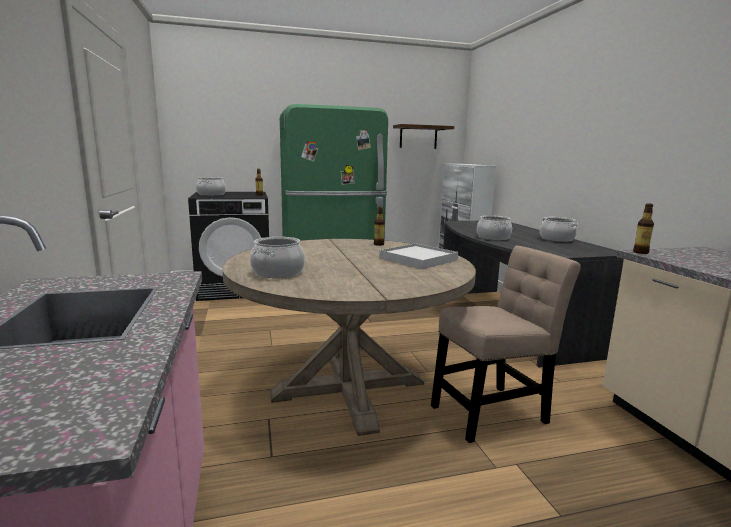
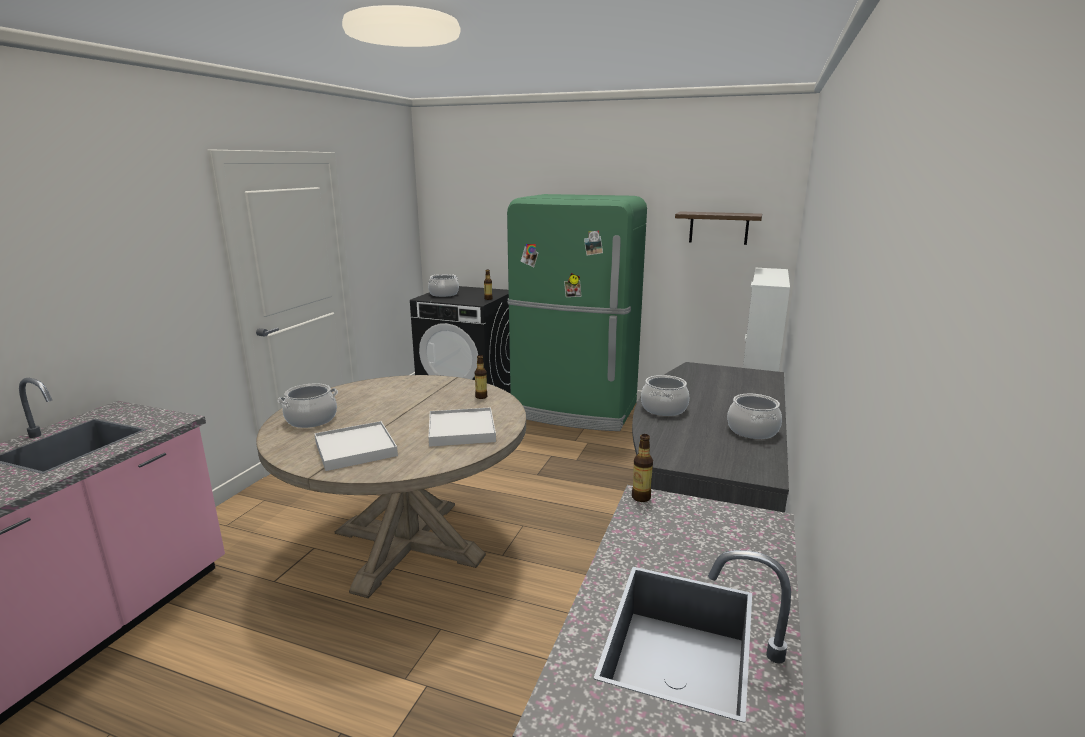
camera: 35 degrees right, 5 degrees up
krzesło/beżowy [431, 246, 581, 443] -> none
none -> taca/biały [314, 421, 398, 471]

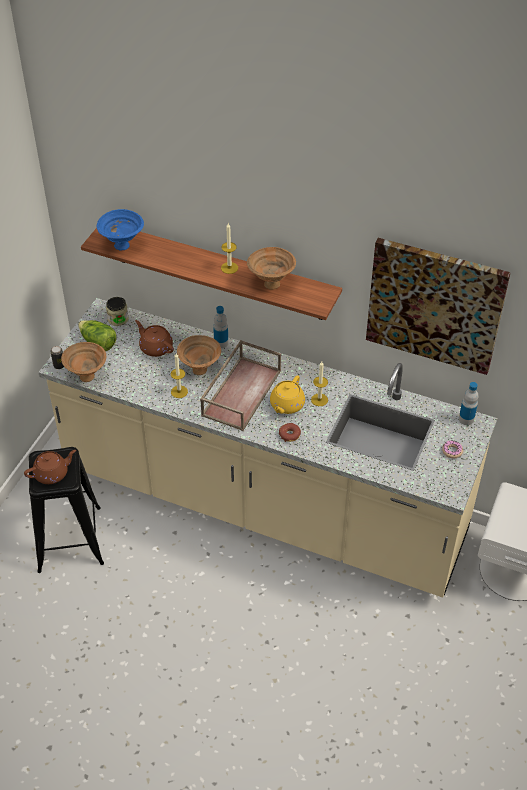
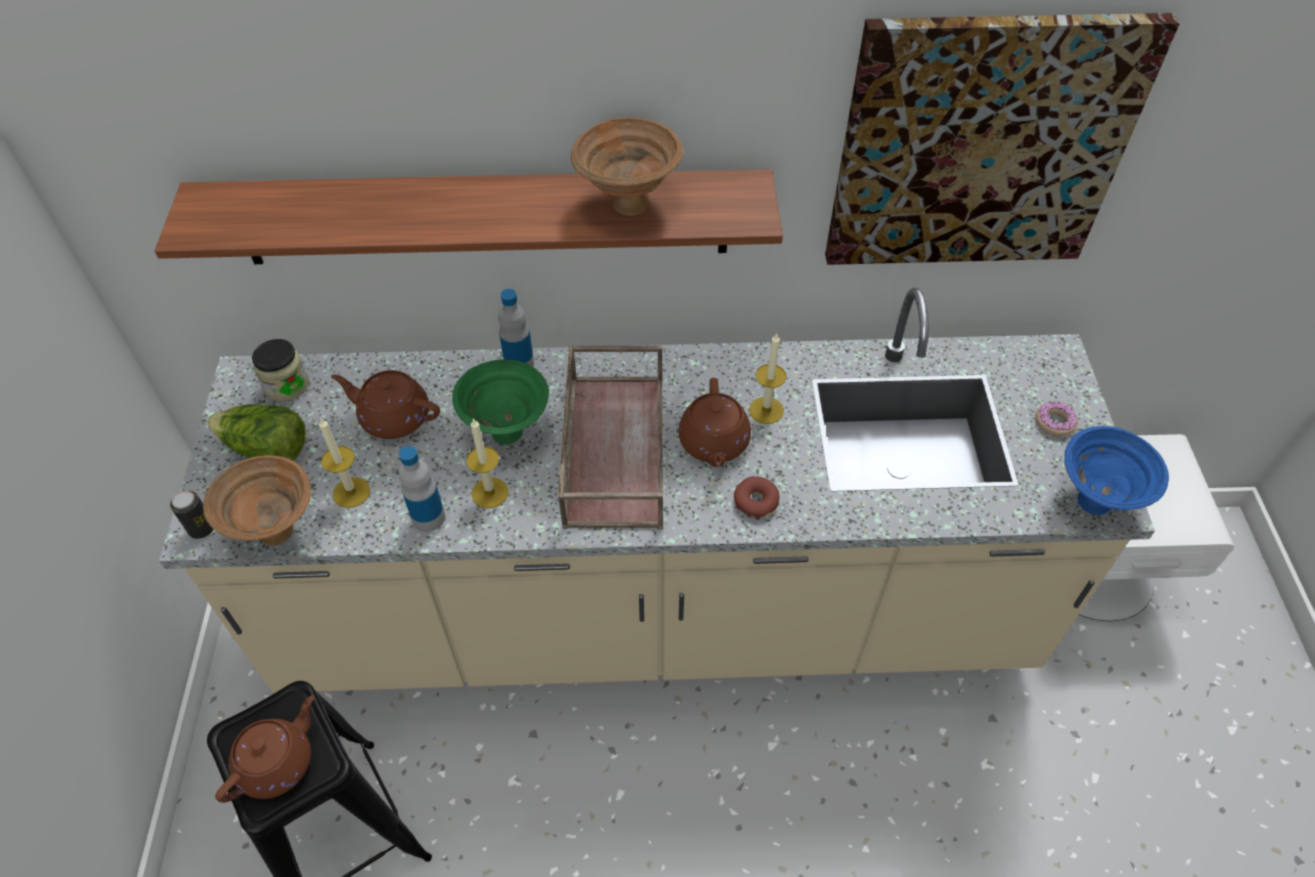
camera: 25 degrees left, 5 degrees up
miska/niebieski [97, 209, 144, 250] -> miska/niebieski [1064, 426, 1169, 515], shifted
świeca [221, 223, 238, 274] -> świeca [319, 419, 370, 508], shifted
miska/brązowy [177, 335, 221, 375] -> miska/zielony [452, 359, 549, 445]
imbryk/żółty [270, 375, 305, 414] -> imbryk/brązowy [678, 378, 751, 467]
butelka [459, 382, 478, 425] -> butelka [399, 446, 445, 532], shifted

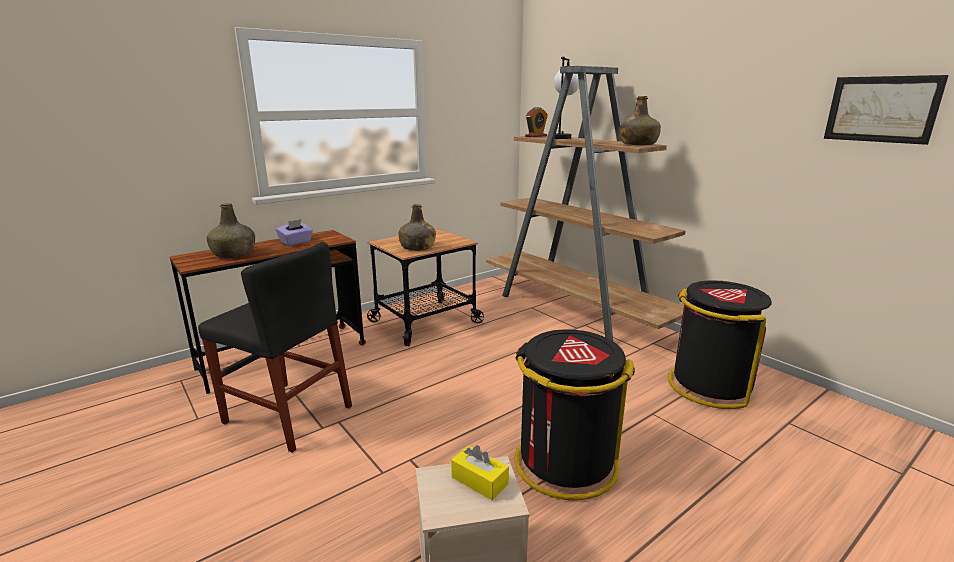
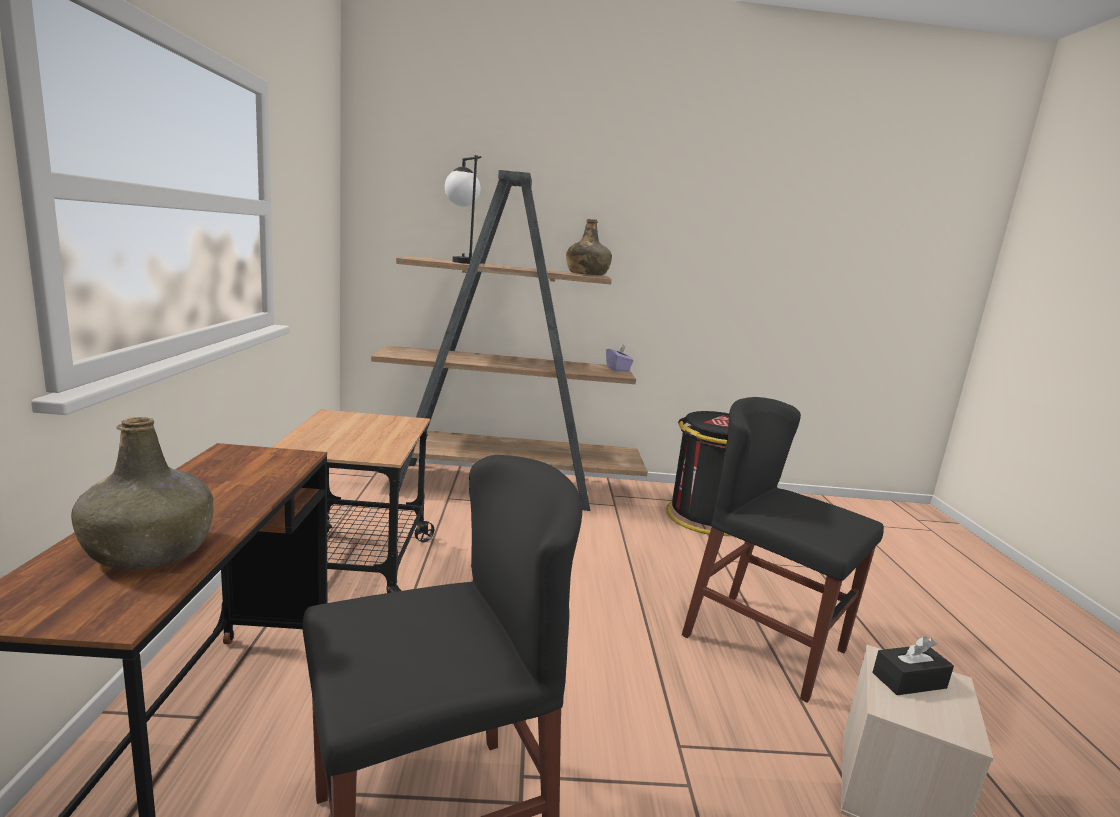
camera: 55 degrees left, 5 degrees down
obraz [824, 75, 949, 145] -> none
budzik [525, 107, 548, 137] -> none
butelka/zielony [399, 204, 436, 251] -> none
pudełko chusteczek/fioletowy [276, 219, 313, 246] -> pudełko chusteczek/fioletowy [606, 344, 634, 372], shifted
kosz na śmieci/czarny [514, 330, 635, 501] -> krzesło/czarny [682, 397, 884, 703]
pudełko chusteczek/żółty [451, 445, 509, 501] -> pudełko chusteczek/czarny [872, 636, 954, 695]

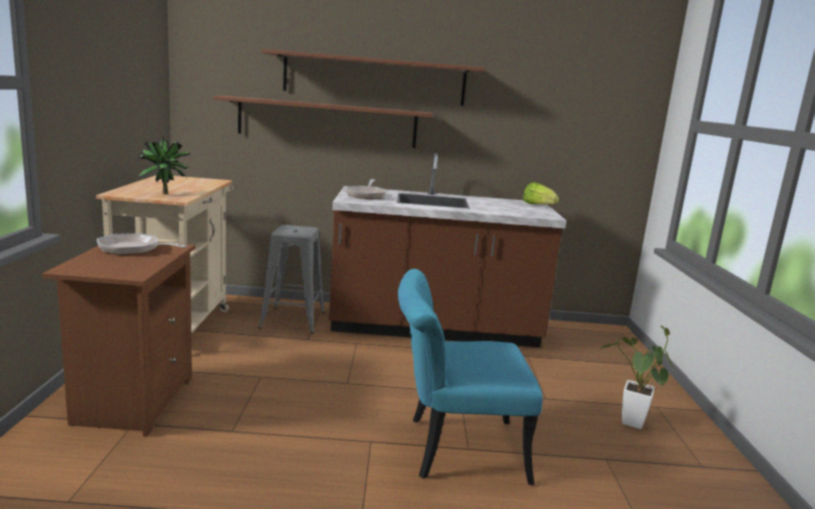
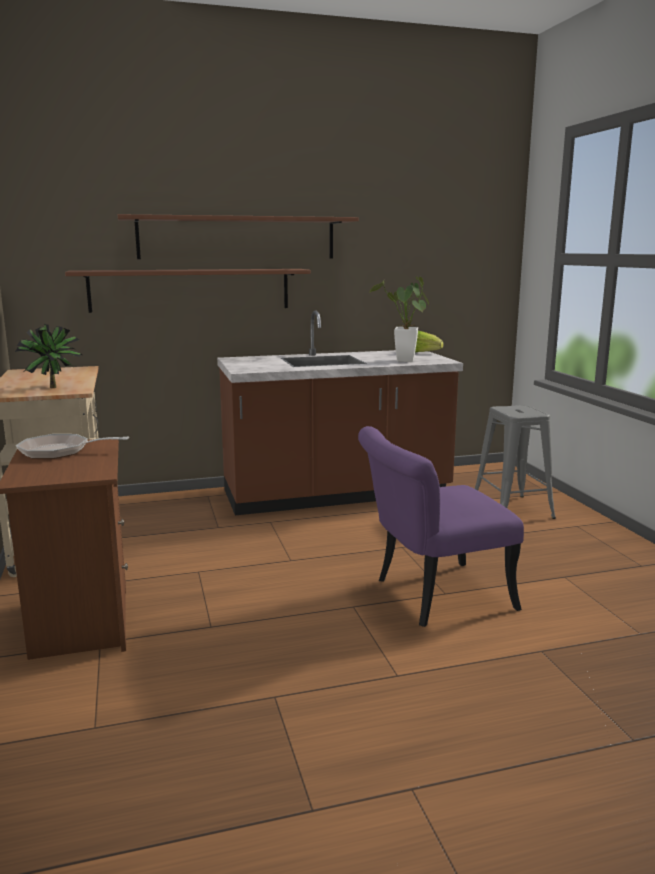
camera: 15 degrees left, 0 degrees up
patelnia [345, 179, 387, 199] -> none
stołek/szary [258, 225, 325, 334] -> stołek/szary [475, 405, 556, 519], shifted
krzesło/turkusowy [398, 269, 543, 485] -> krzesło/fioletowy [358, 426, 524, 627]
roślina doniczkowa [599, 326, 673, 429] -> roślina doniczkowa [369, 276, 429, 362], shifted

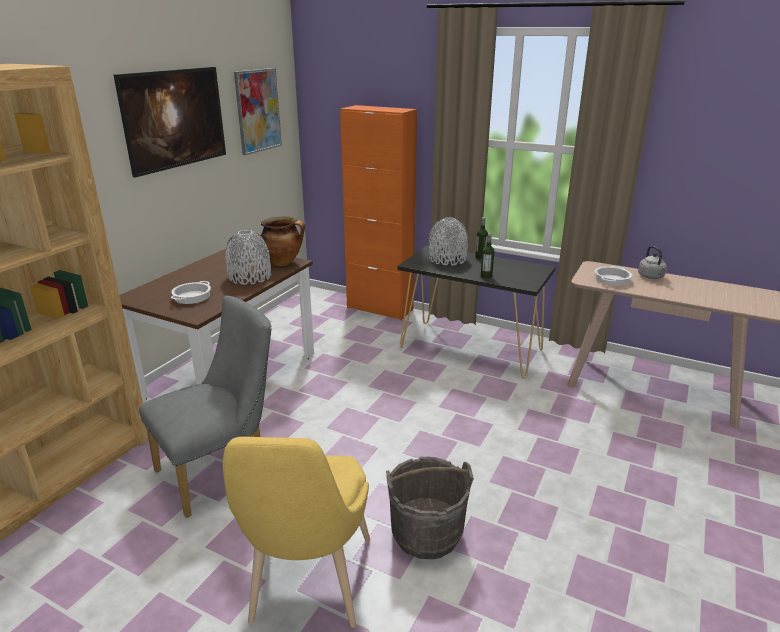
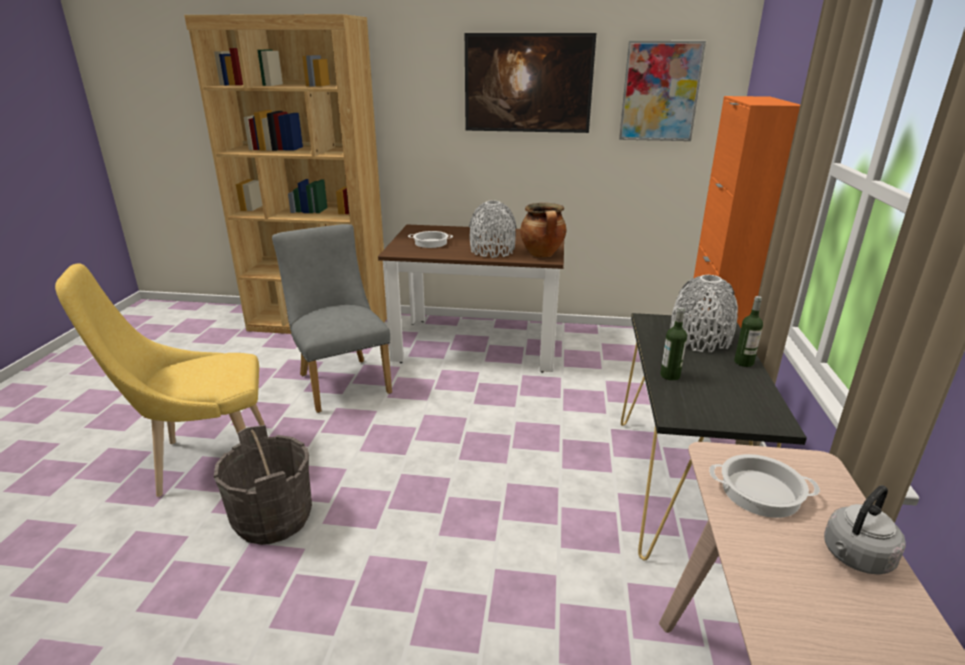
camera: 70 degrees right, 0 degrees up
krzesło/szary [139, 296, 271, 518] -> krzesło/szary [272, 224, 392, 413], 150 degrees counterclockwise

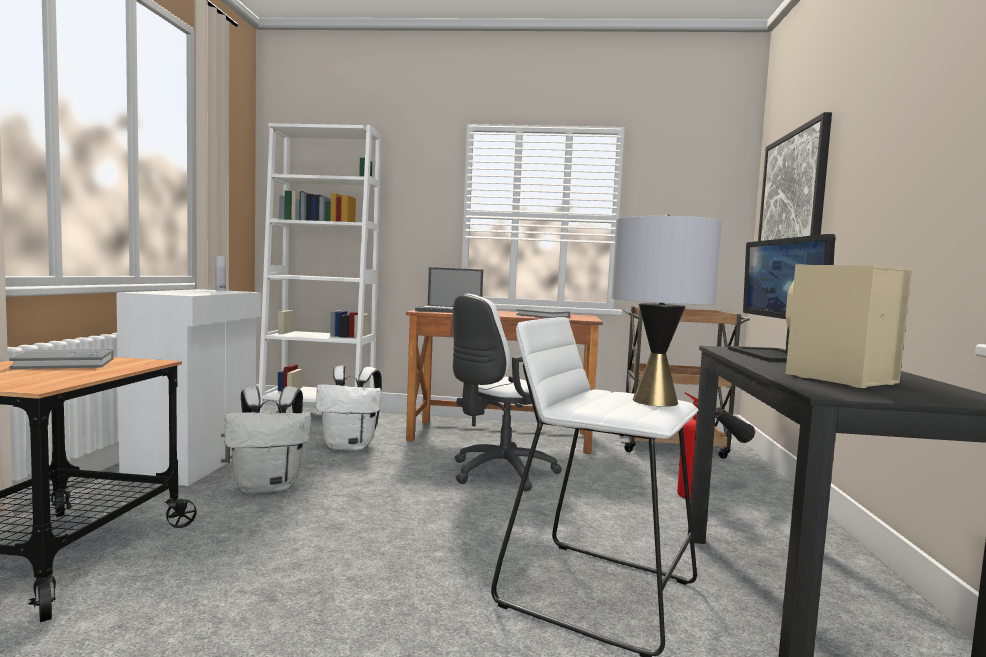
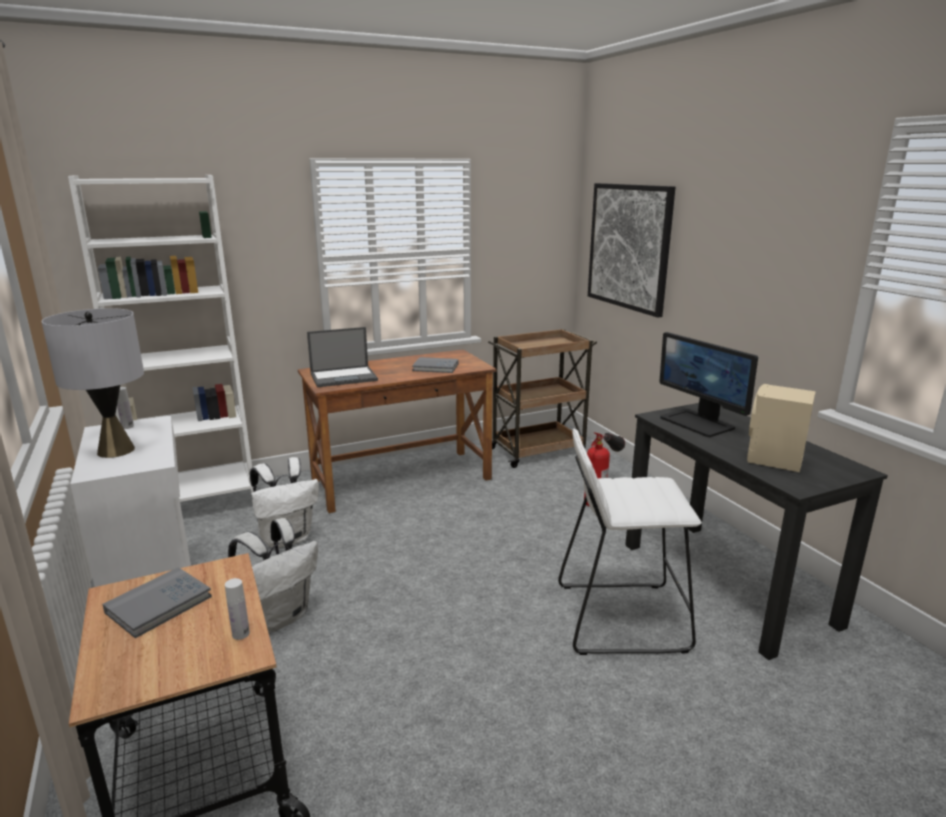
camera: 30 degrees left, 15 degrees up
lampa stołowa/szary [611, 215, 722, 407] -> lampa stołowa/szary [42, 308, 144, 458], shifted
krzesło biurowe/biały [453, 294, 562, 491] -> none
none -> butelka/biały [225, 578, 250, 640]

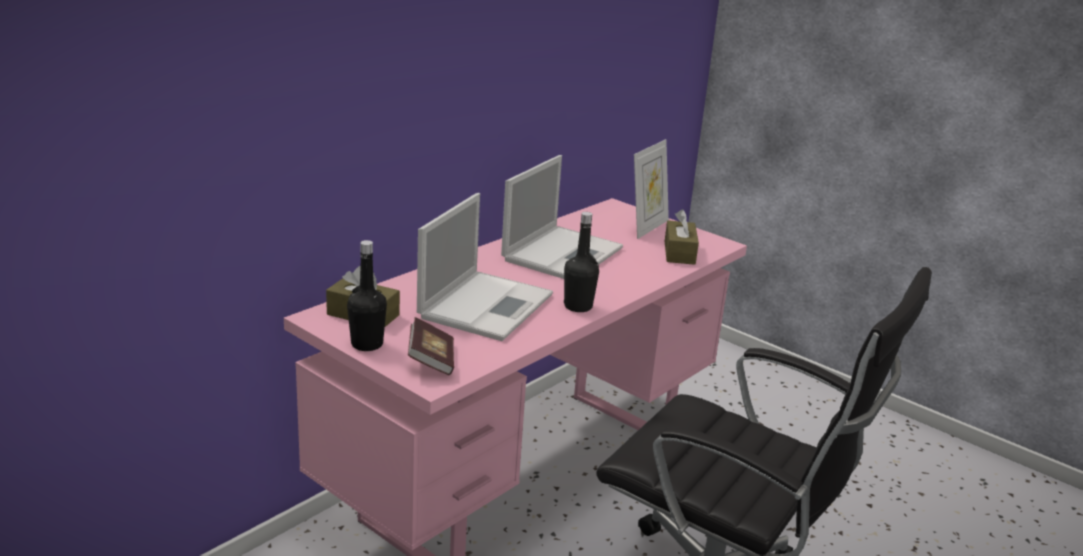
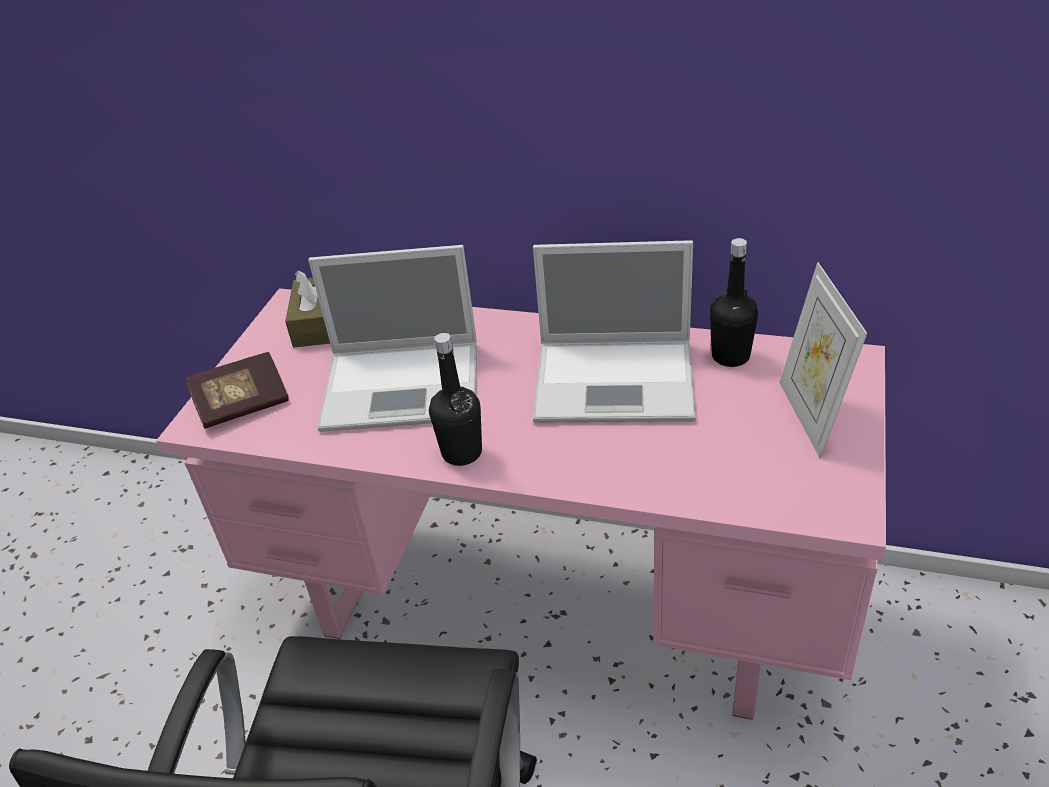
camera: 70 degrees right, 15 degrees up
ramka na zdjęcie [634, 139, 669, 239] -> ramka na zdjęcie [779, 263, 867, 458], 75 degrees clockwise
pudełko chusteczek/brązowy [665, 209, 699, 265] -> none
butelka/czarny [347, 240, 387, 351] -> butelka/czarny [710, 238, 758, 367], shifted

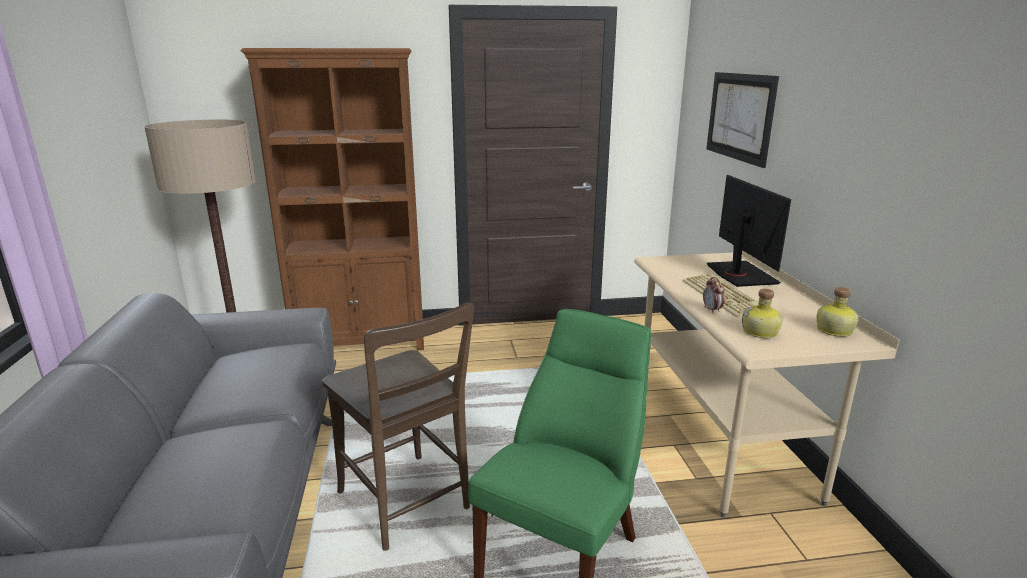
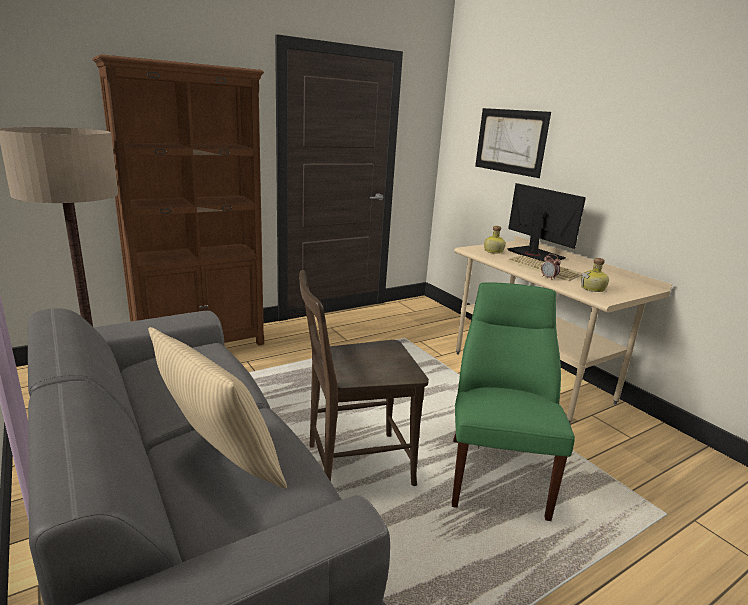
camera: 25 degrees left, 0 degrees up
butelka [817, 287, 858, 337] -> butelka [484, 226, 506, 254], shifted
krzesło/brązowy [322, 302, 474, 551] -> krzesło/brązowy [299, 270, 429, 486], 135 degrees clockwise
none -> poduszka/beżowy [148, 327, 287, 489]

